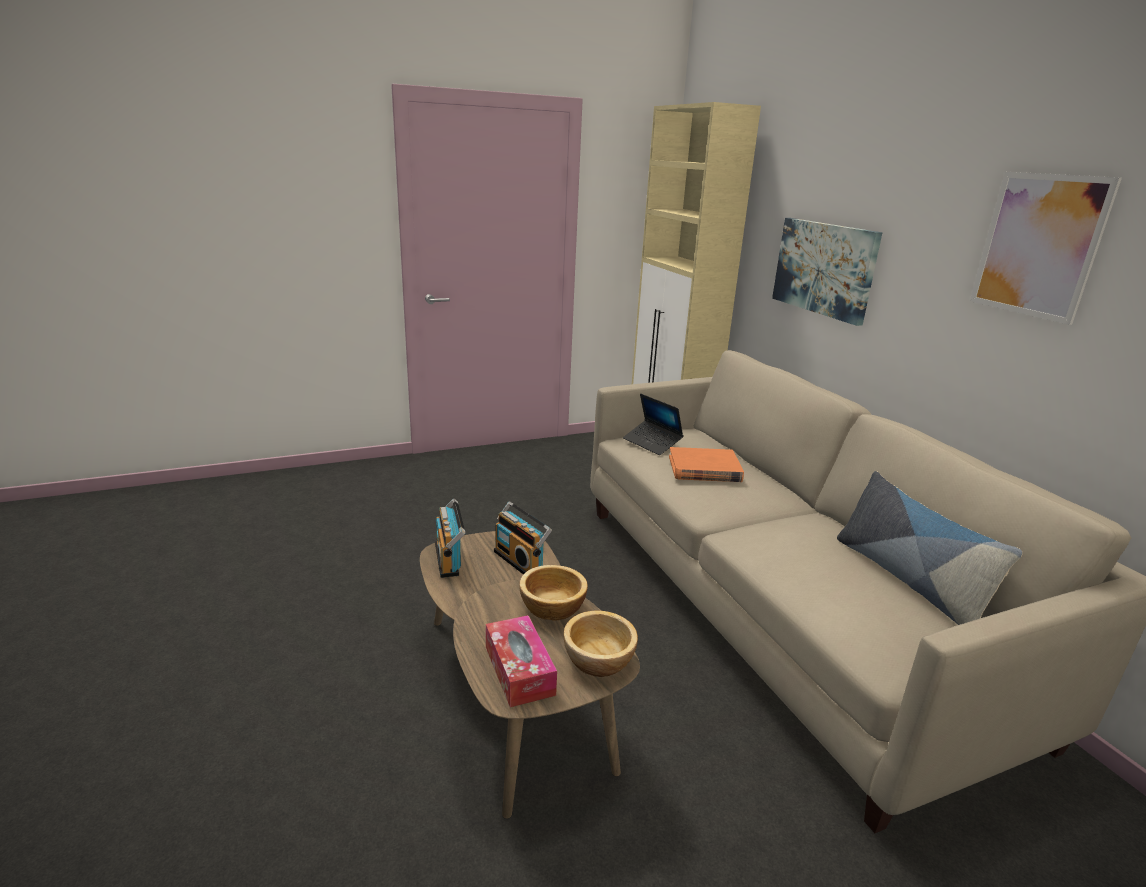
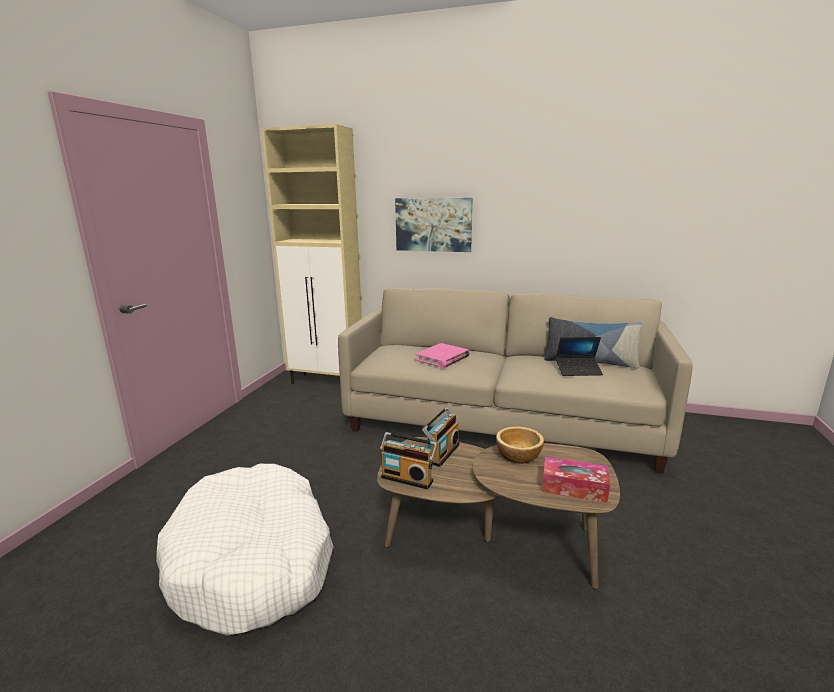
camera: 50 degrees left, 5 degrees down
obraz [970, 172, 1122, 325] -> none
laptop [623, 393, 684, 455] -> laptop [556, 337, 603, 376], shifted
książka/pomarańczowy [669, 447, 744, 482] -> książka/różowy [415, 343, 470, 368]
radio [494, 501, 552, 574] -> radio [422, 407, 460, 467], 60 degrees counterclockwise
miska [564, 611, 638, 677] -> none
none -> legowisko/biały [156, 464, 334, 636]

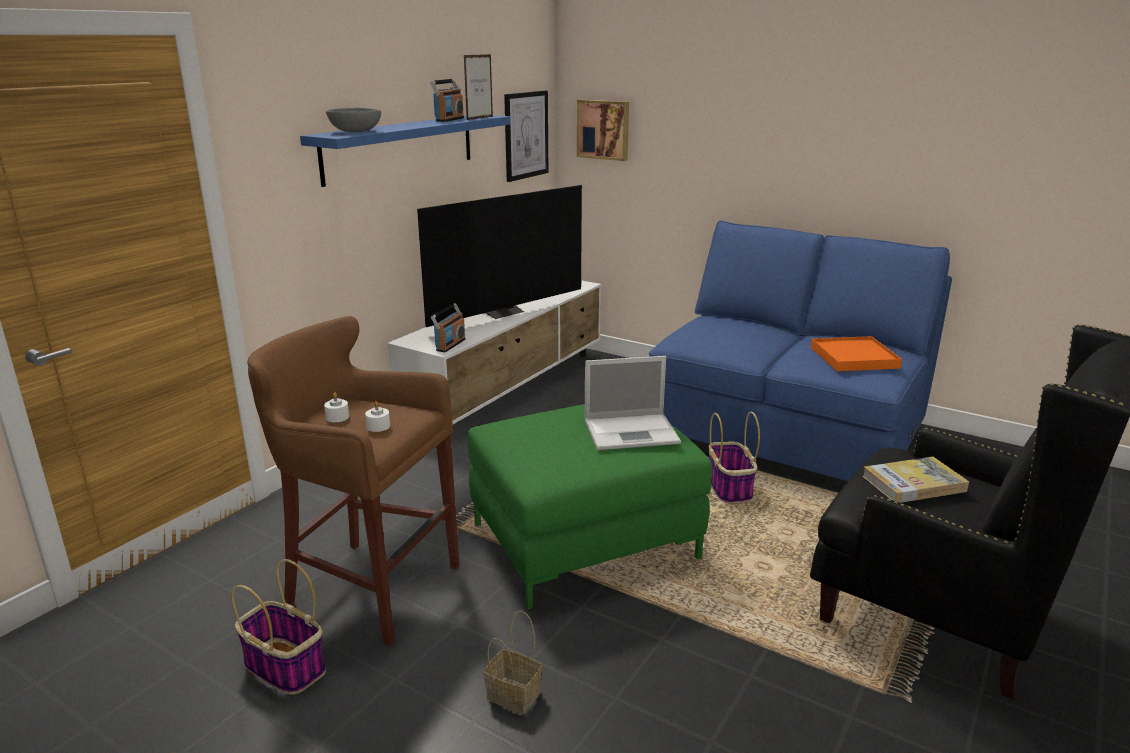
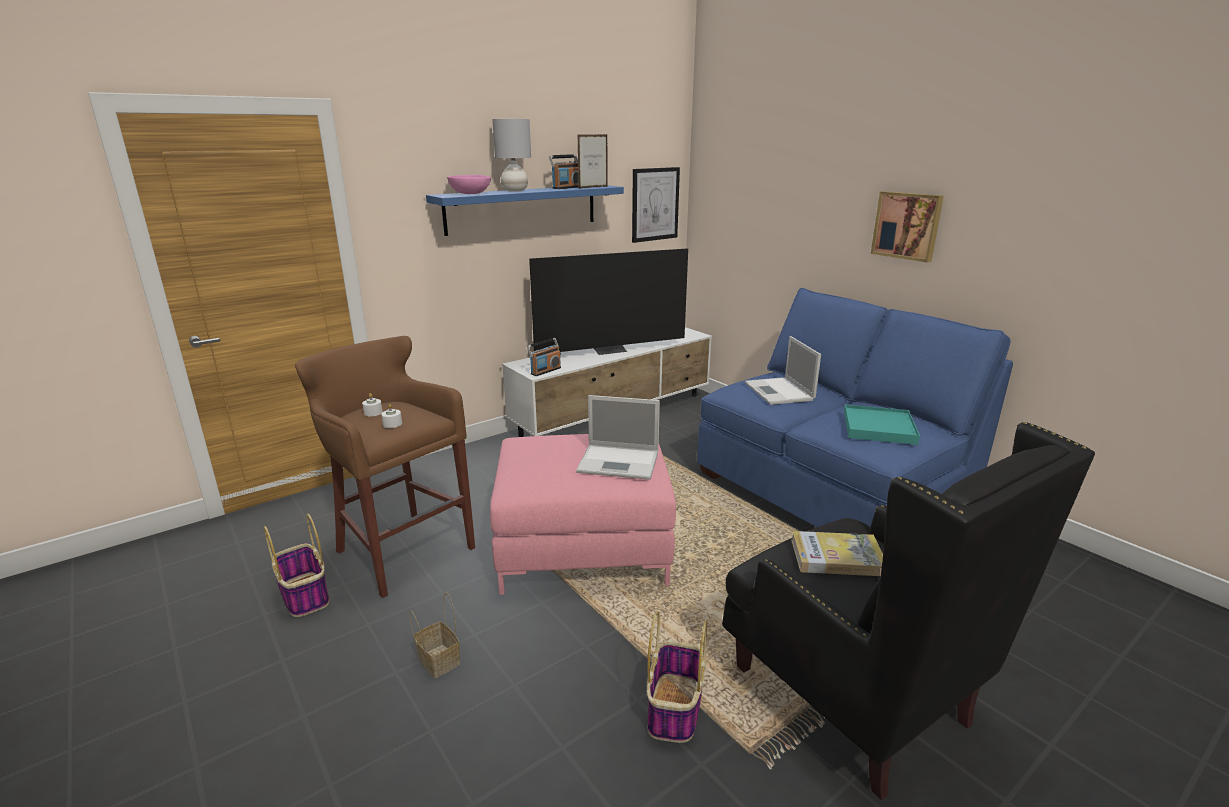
camera: 20 degrees right, 0 degrees up
obraz [577, 100, 629, 161] -> obraz [871, 191, 944, 262], shifted
miska/szary [326, 108, 381, 132] -> miska/różowy [447, 175, 491, 194]
taca/pomarańczowy [811, 336, 902, 371] -> taca/turkusowy [844, 405, 920, 445]
pufa/zielony [467, 404, 712, 609] -> pufa/różowy [490, 434, 676, 595]
koszyk [709, 412, 760, 504] -> koszyk [647, 611, 707, 743], shifted
none -> lampa stołowa/szary [492, 119, 531, 192]
none -> laptop [745, 336, 821, 405]

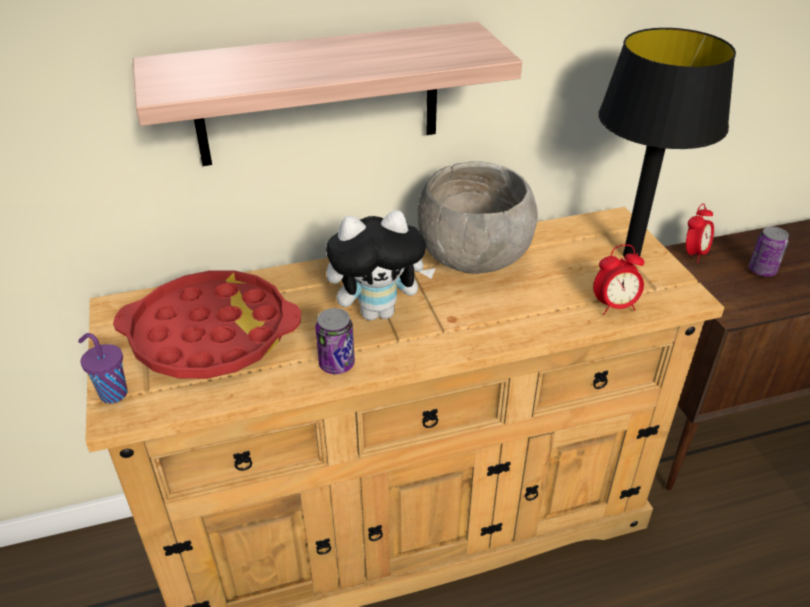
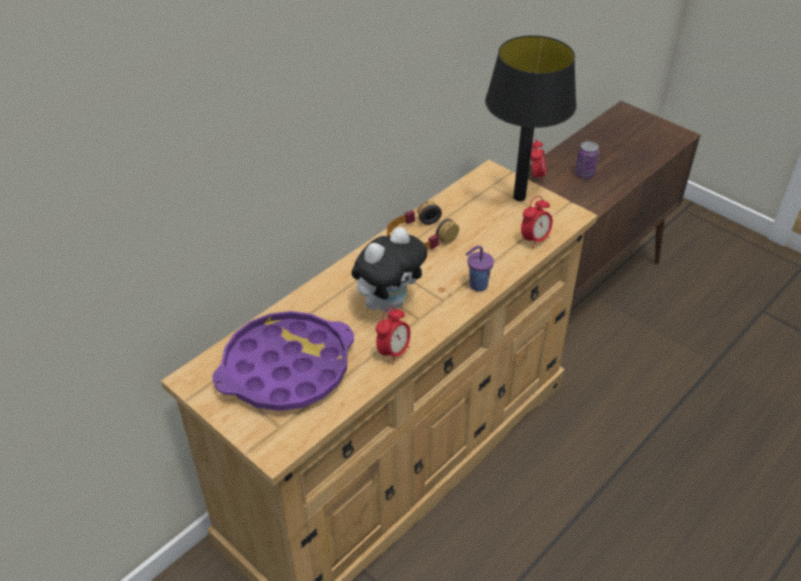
camera: 30 degrees left, 5 degrees up
półka [133, 21, 522, 166] -> none
miska/szary [417, 162, 538, 274] -> słuchawki [387, 201, 459, 249]
taca/czerwony [113, 270, 301, 379] -> taca/fioletowy [212, 311, 354, 411]
puszka [315, 308, 355, 374] -> budzik [376, 306, 411, 364]
filiżanka/fioletowy [78, 333, 128, 404] -> filiżanka/fioletowy [466, 246, 494, 291], shifted

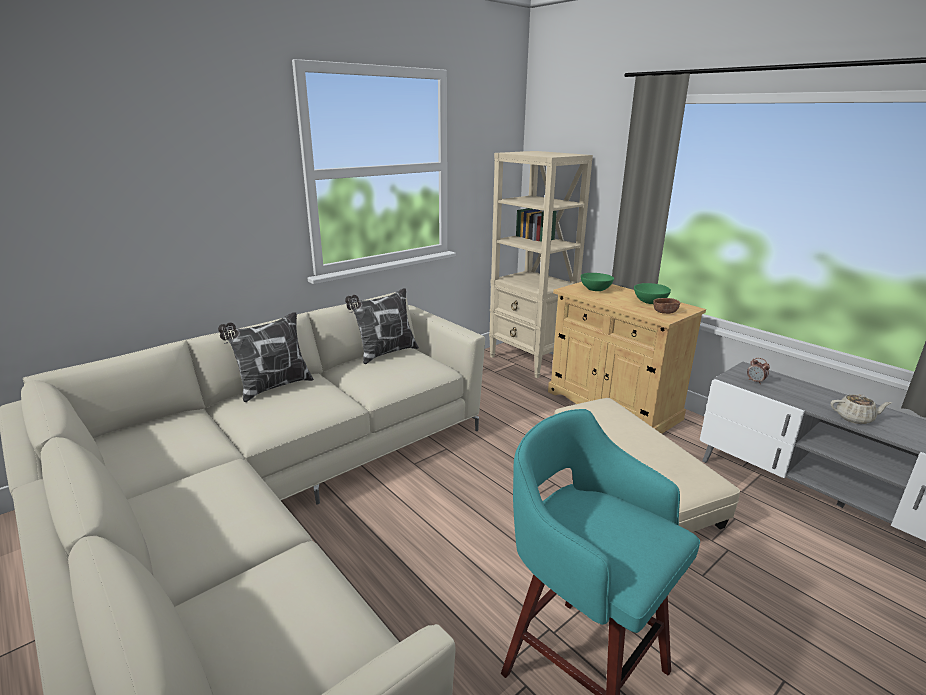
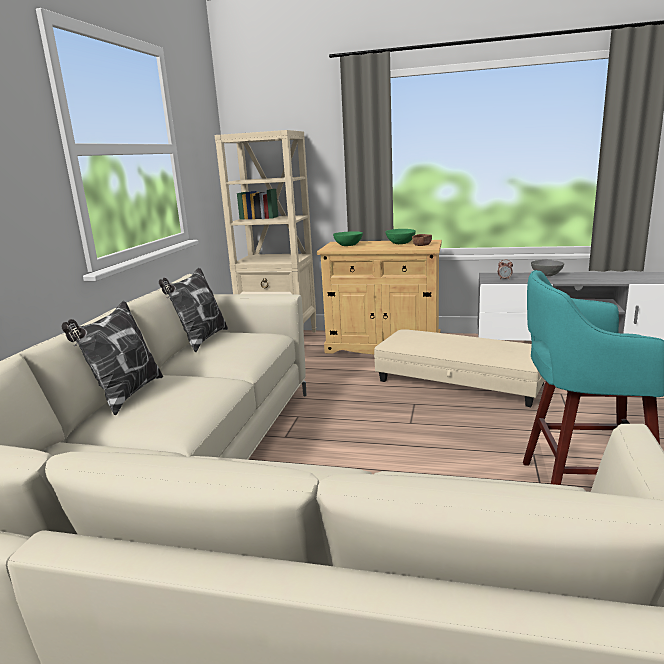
camera: 35 degrees left, 5 degrees down
imbryk/beżowy [830, 394, 892, 424] -> none
none -> miska/szary [531, 260, 564, 276]

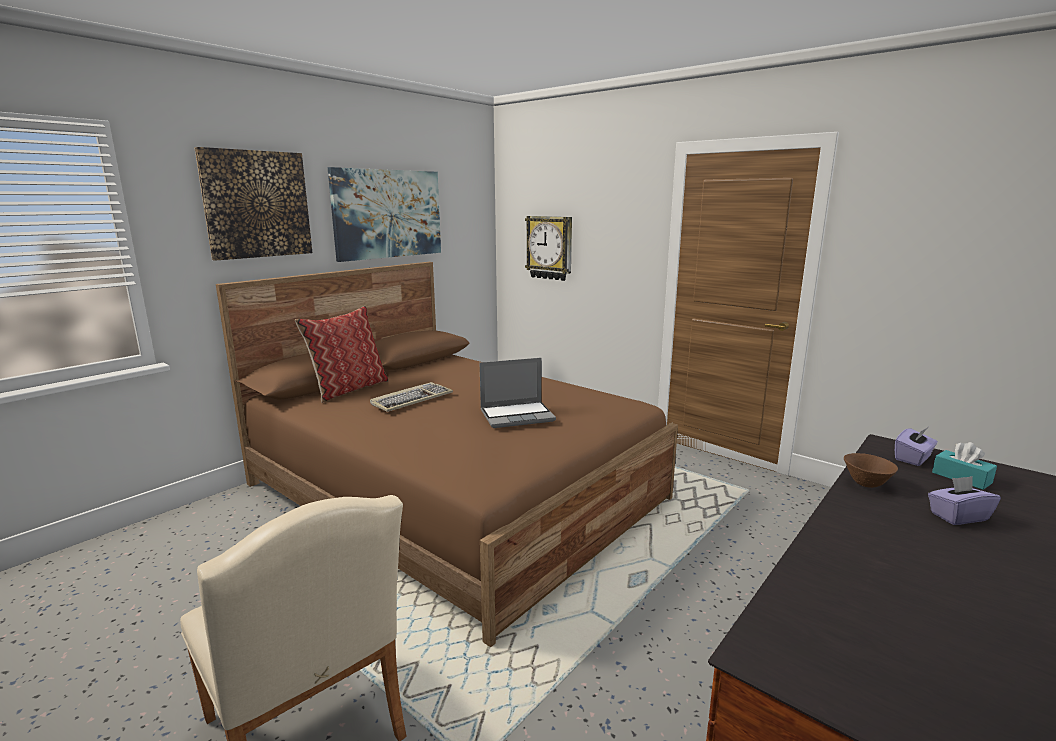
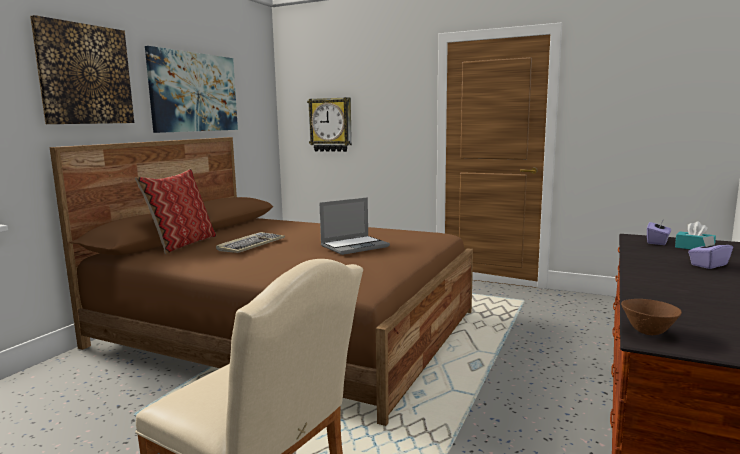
camera: 15 degrees left, 5 degrees down
miska/brązowy [844, 453, 898, 488] -> miska/brązowy [621, 299, 682, 335], shifted

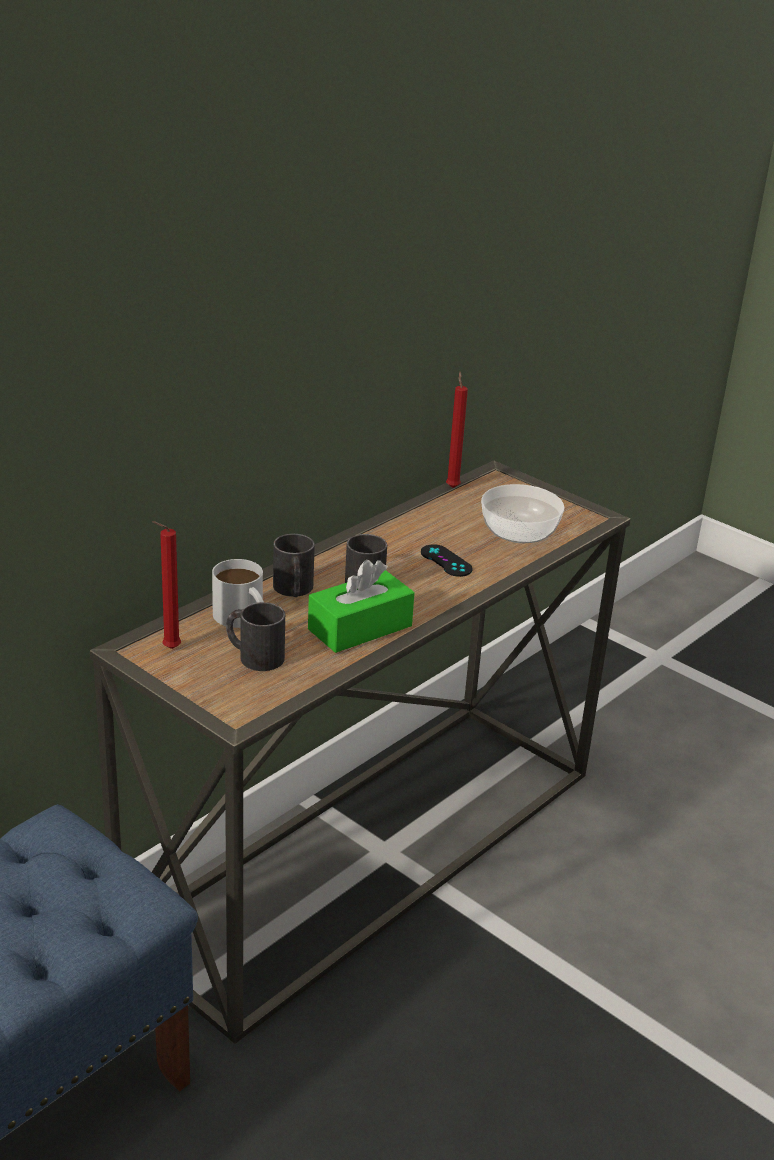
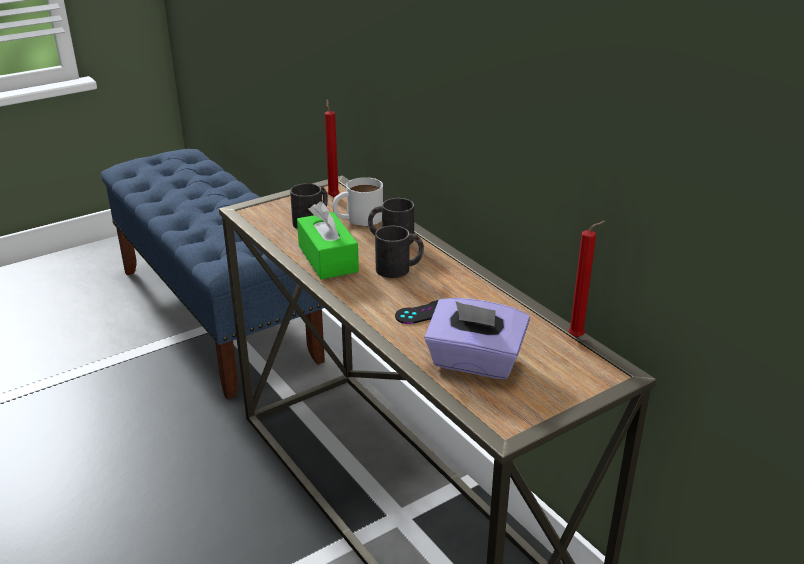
camera: 105 degrees right, 0 degrees up
miska [481, 484, 564, 543] -> pudełko chusteczek/fioletowy [424, 298, 530, 379]

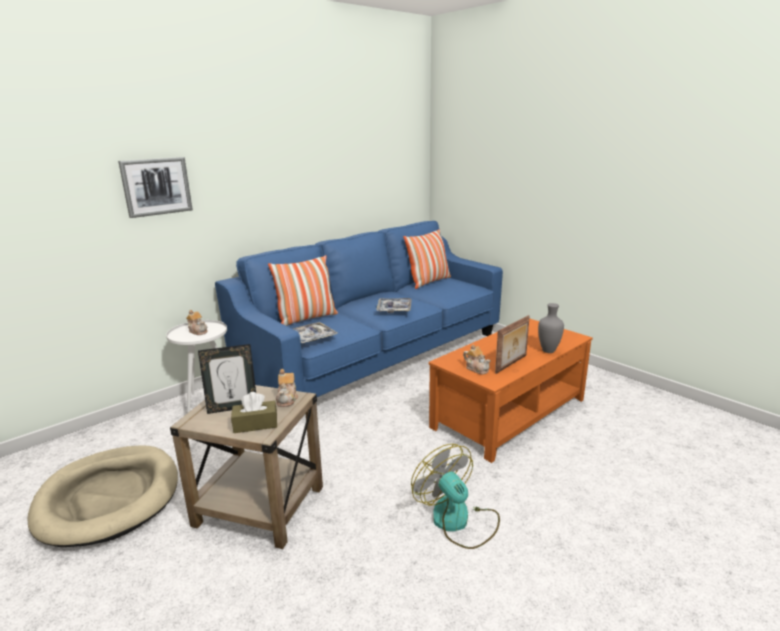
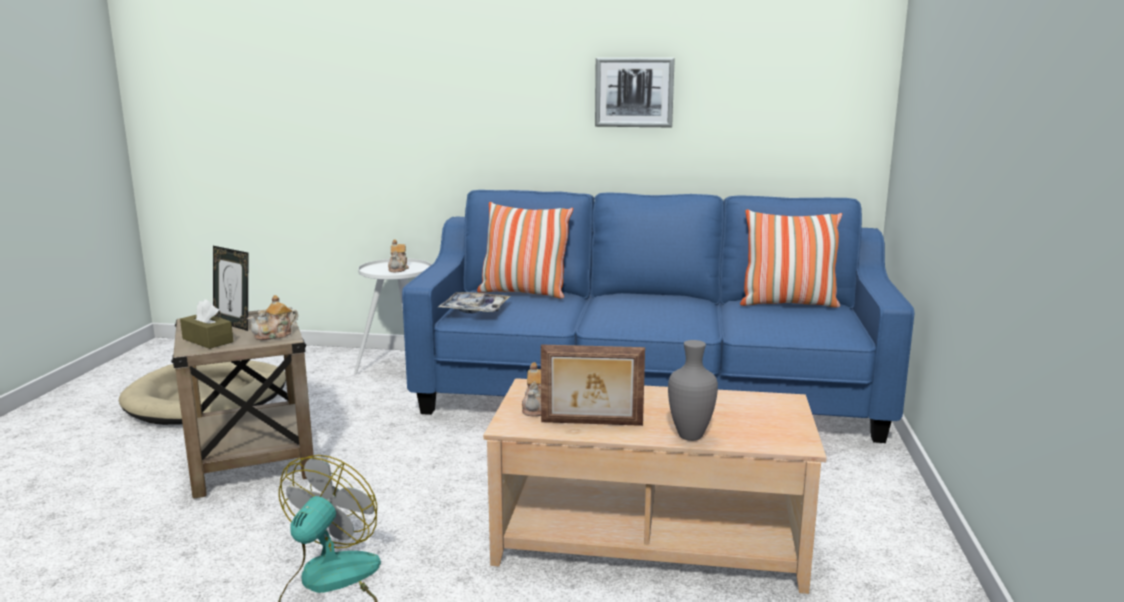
camera: 50 degrees right, 5 degrees down
obraz [118, 157, 193, 218] -> obraz [595, 57, 675, 127], shifted
taca [376, 298, 412, 313] -> none
ława/pomarańczowy [429, 318, 593, 463] -> ława/beżowy [483, 378, 827, 594]

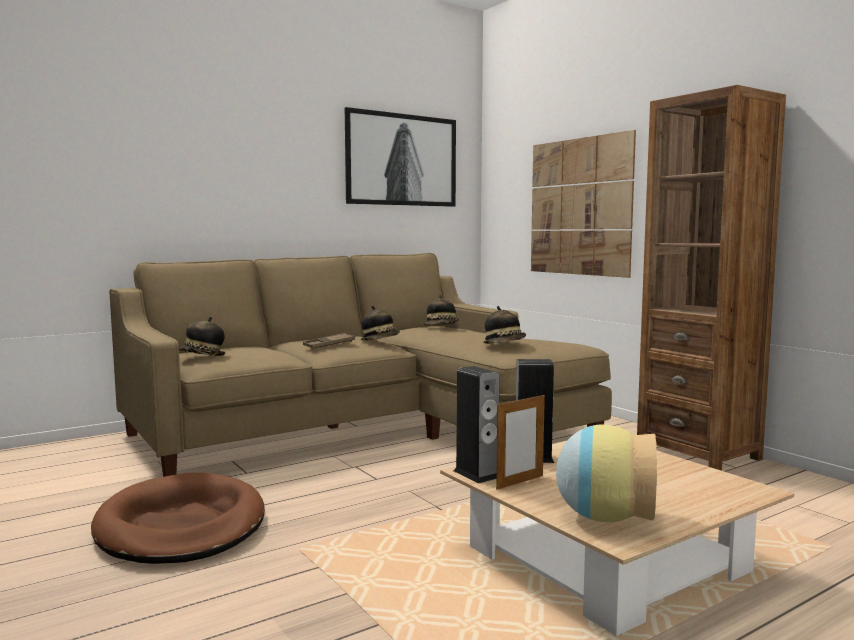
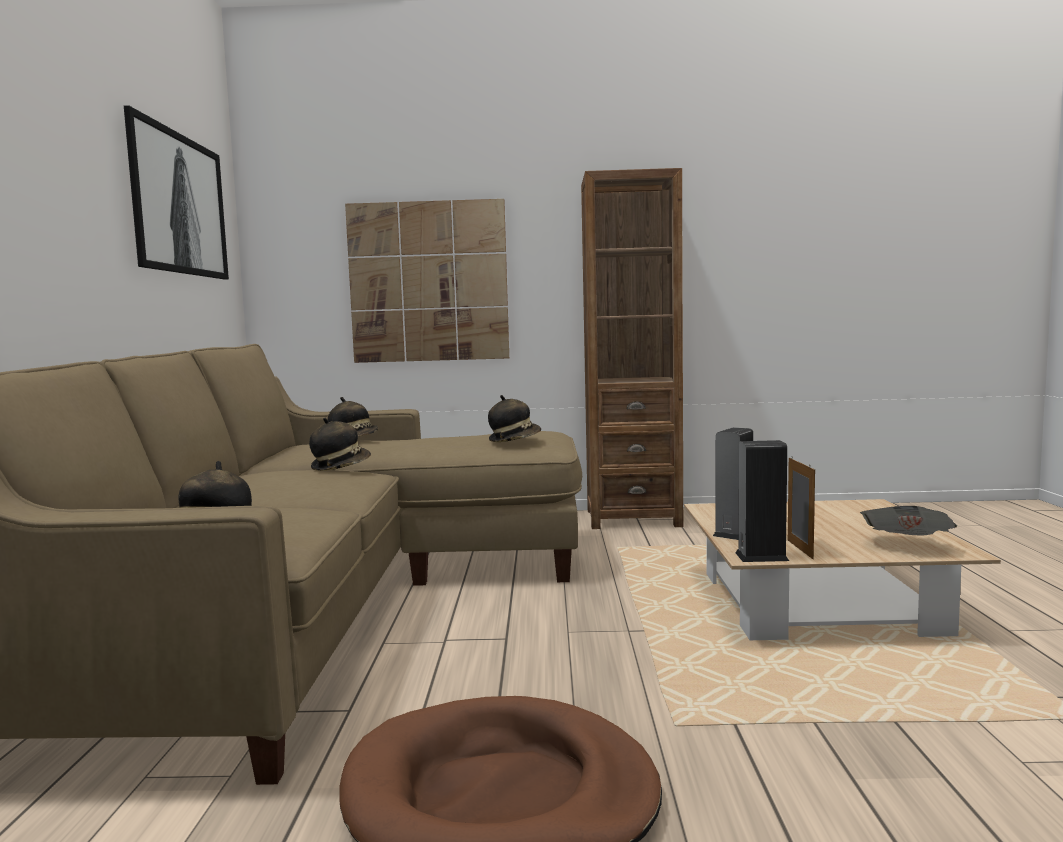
camera: 55 degrees left, 0 degrees up
taca/brązowy [303, 333, 355, 348] -> none
wazon [556, 424, 657, 522] -> gazeta [860, 506, 957, 536]

